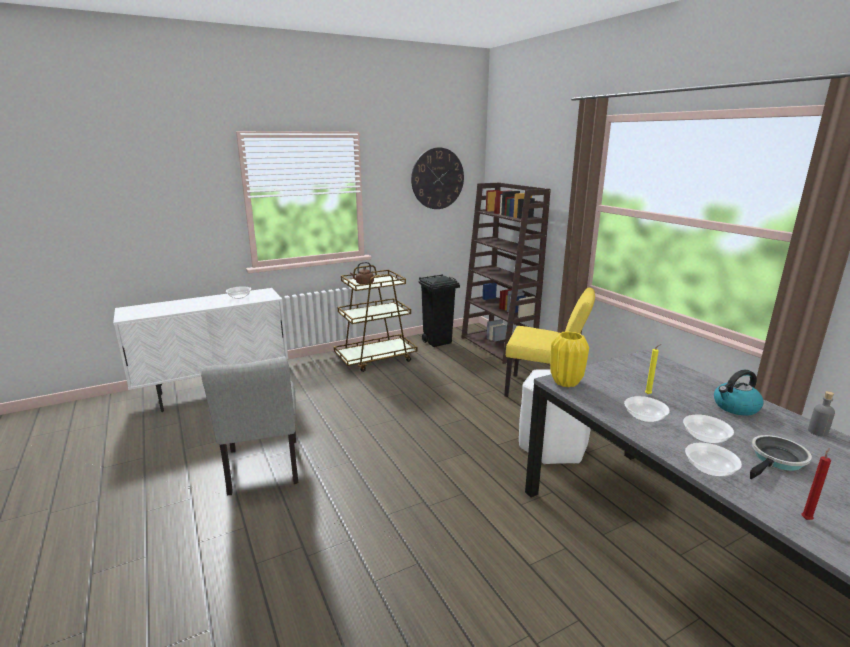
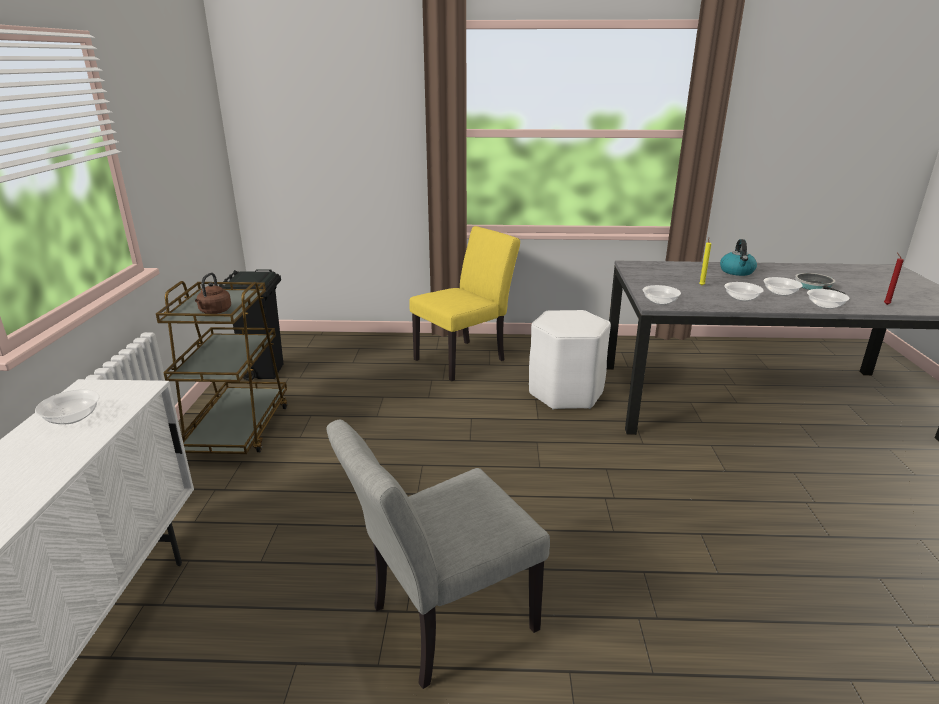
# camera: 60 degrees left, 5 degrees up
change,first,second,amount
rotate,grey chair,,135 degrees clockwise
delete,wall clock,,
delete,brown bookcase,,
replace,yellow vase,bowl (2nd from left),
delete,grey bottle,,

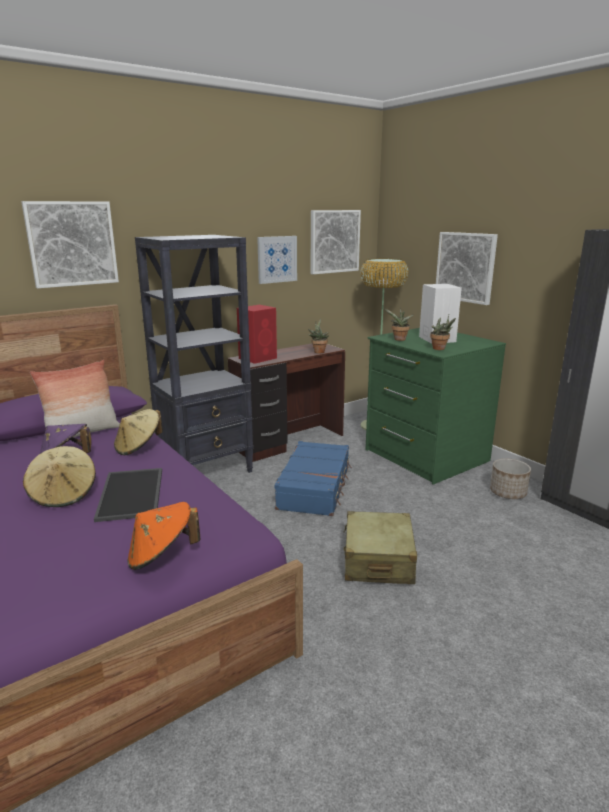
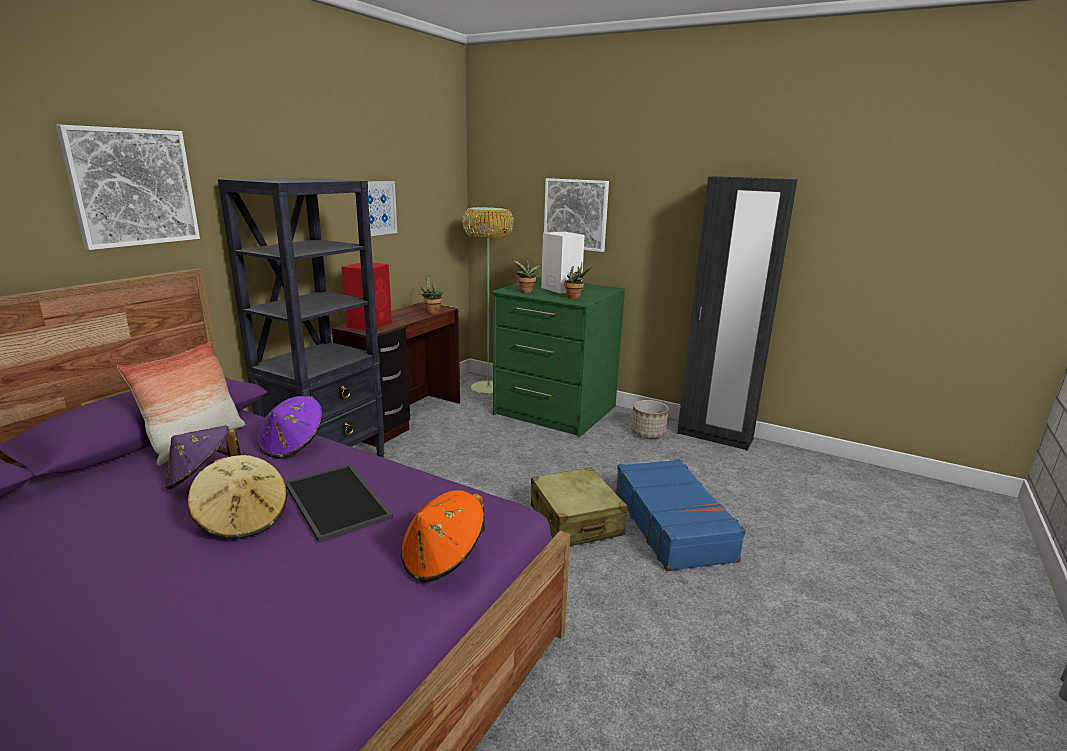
# camera: 25 degrees left, 0 degrees up
change,first,second,amount
recolor,beige hat (2nd from left),purple hat (2nd from left),
move,blue suitcase,,
delete,picture (3rd from left),,

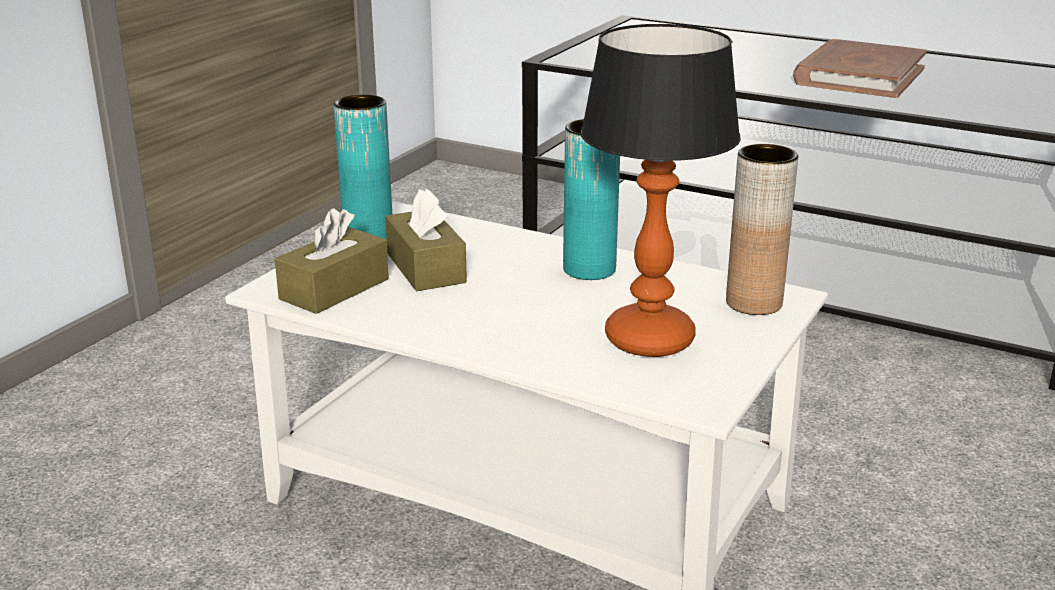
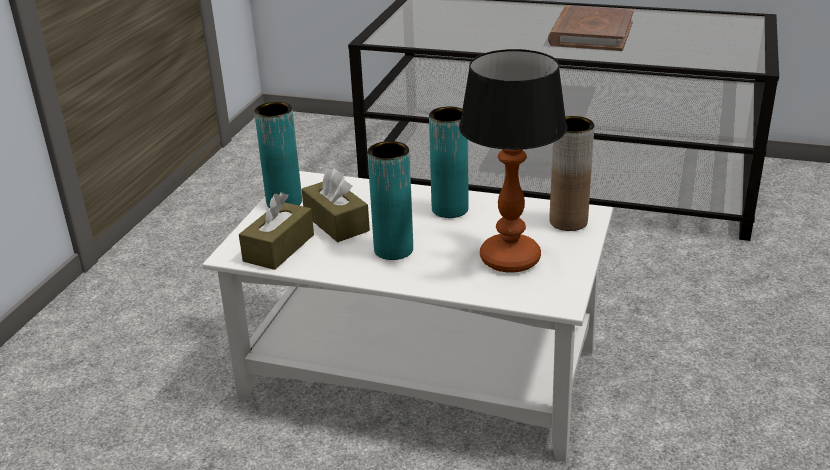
# camera: 10 degrees left, 5 degrees up
change,first,second,amount
insert,,turquoise vase (2nd from left),

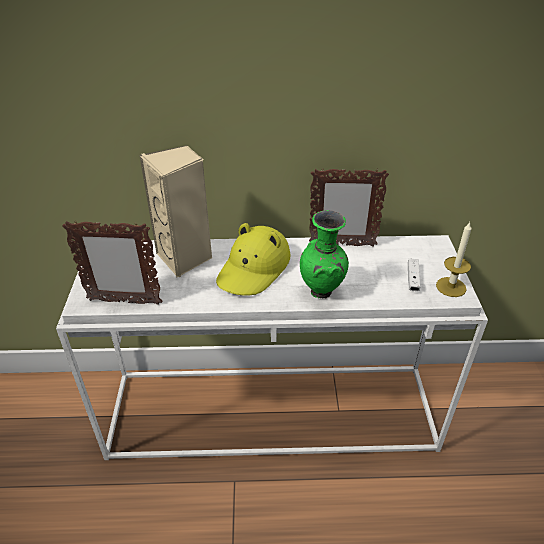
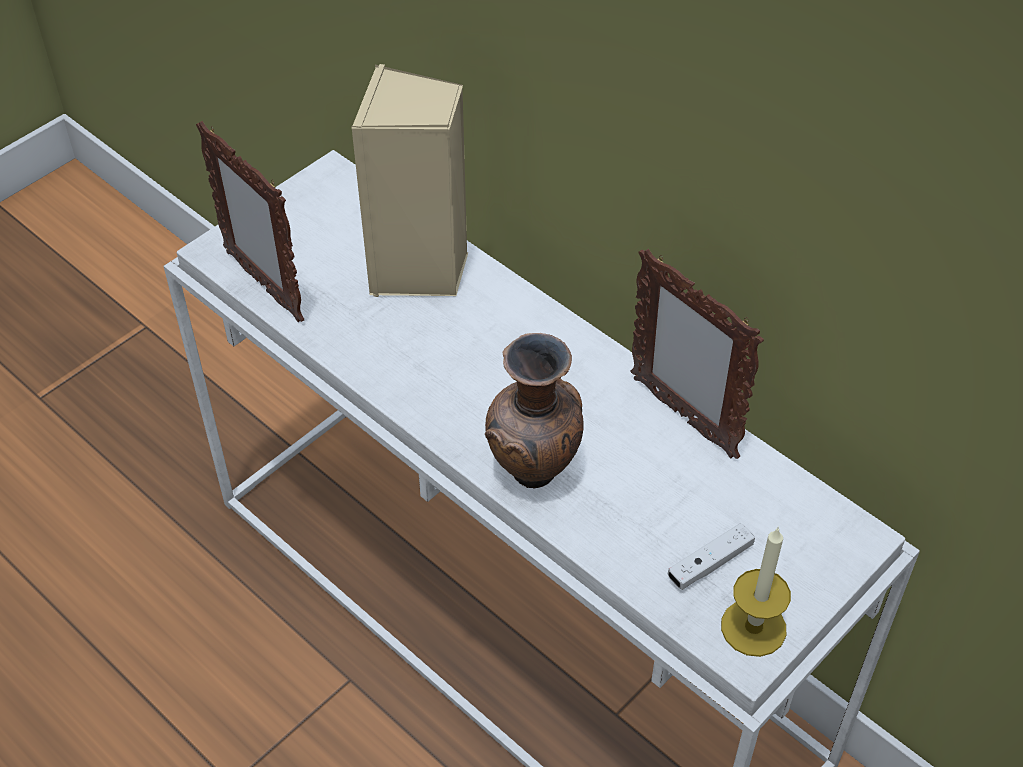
# camera: 45 degrees right, 10 degrees up
change,first,second,amount
delete,yellow hat,,
recolor,green vase,brown vase,

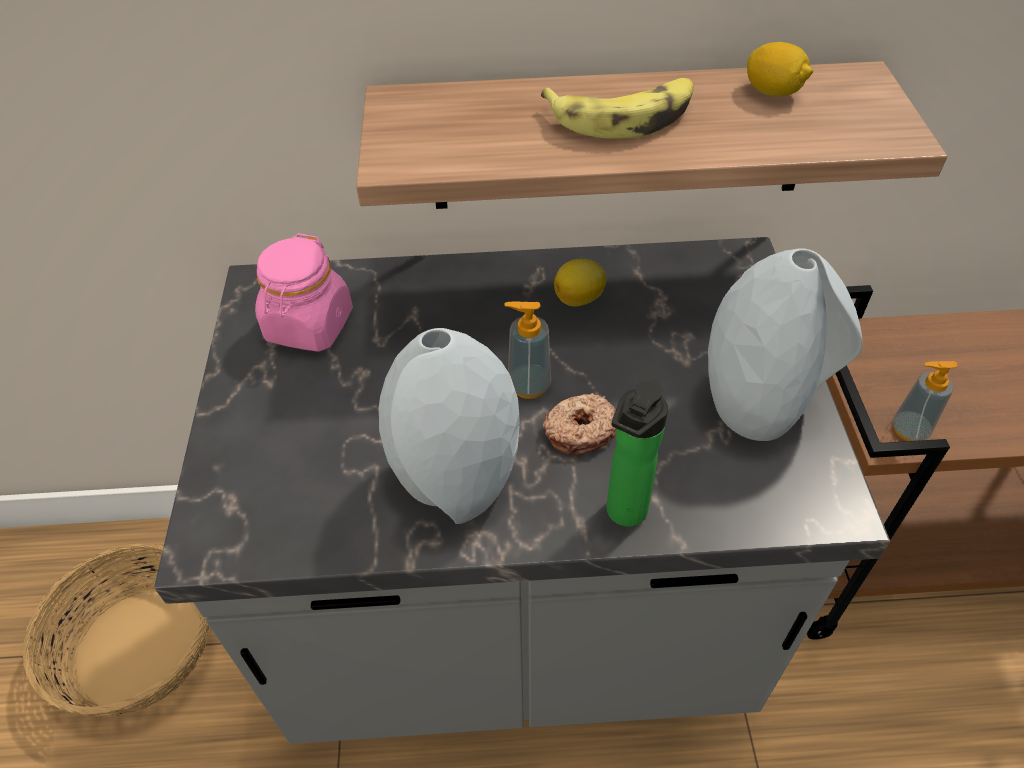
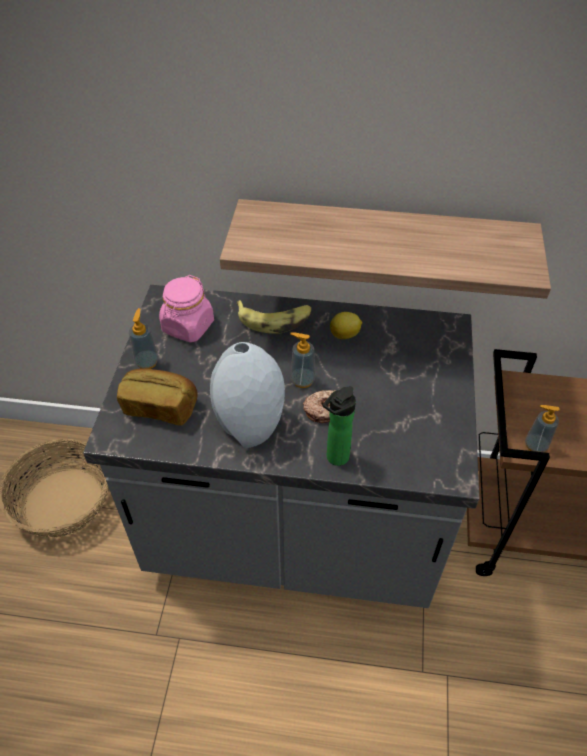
# camera: 10 degrees right, 0 degrees up
change,first,second,amount
move,banana,,
delete,grey vase (2nd from left),,
delete,lemon (2nd from left),,
insert,,bread,
insert,,soap dispenser (1st from left),

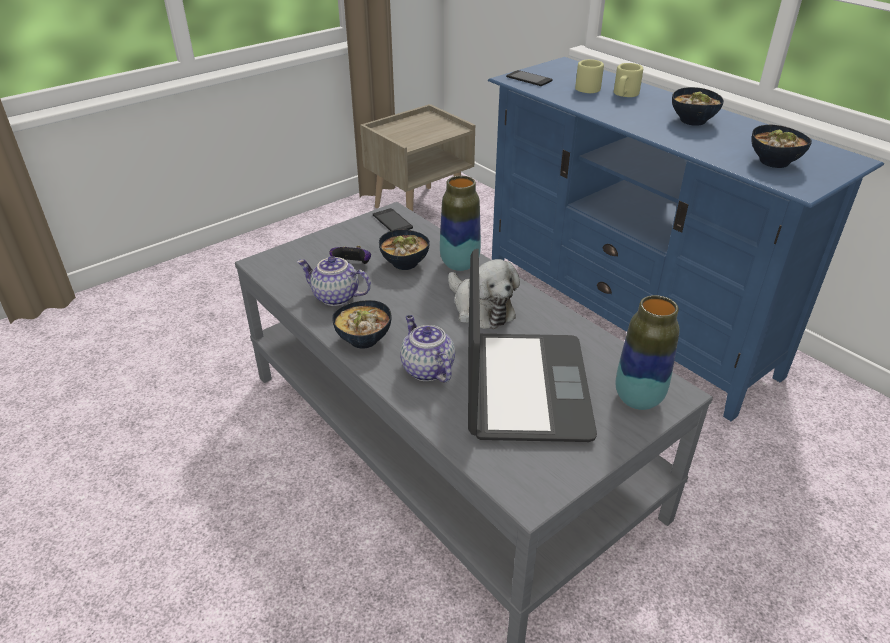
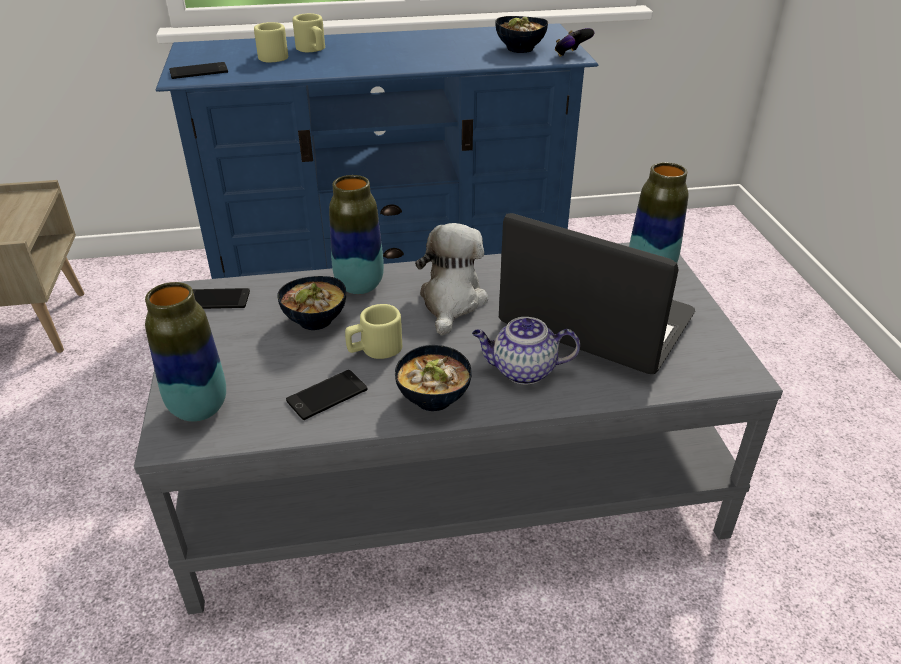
# camera: 60 degrees left, 0 degrees up
change,first,second,amount
replace,teapot (1st from left),phone (3rd from left),
move,game controller,,
rotate,plush toy,,75 degrees counterclockwise
delete,bowl (3rd from left),,
insert,,vase (1st from left),
insert,,beige mug (3rd from left),

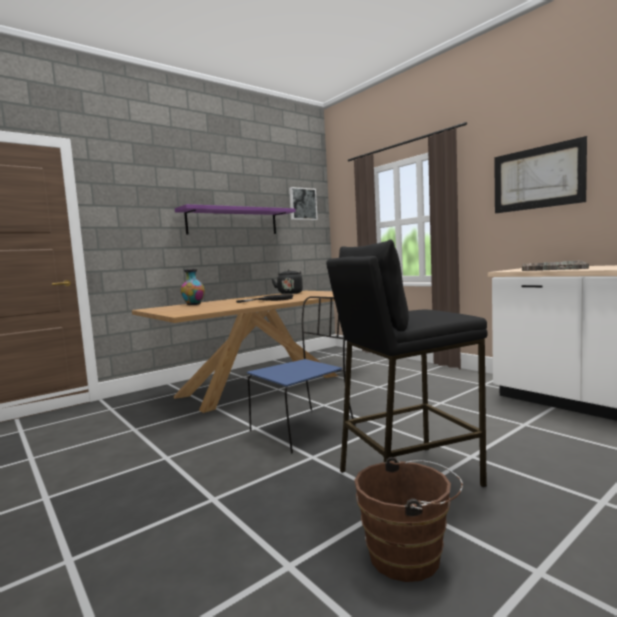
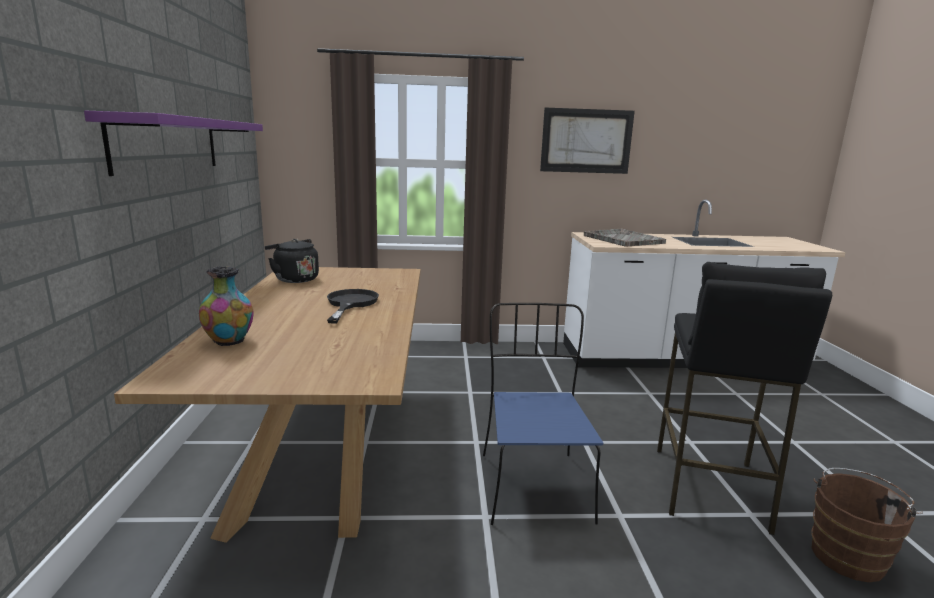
# camera: 55 degrees left, 10 degrees up
change,first,second,amount
delete,picture (1st from left),,

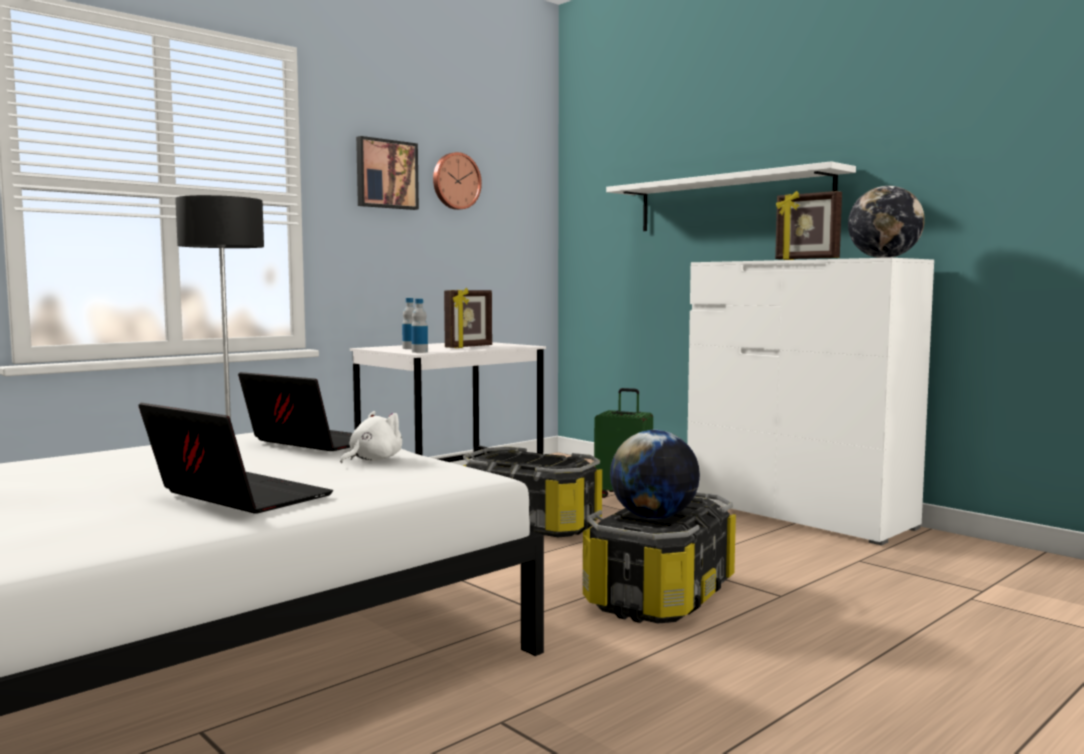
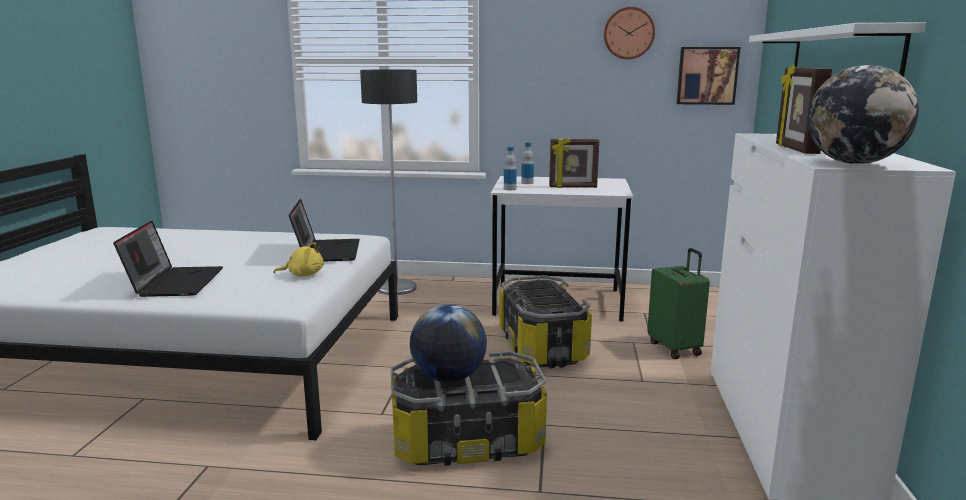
# camera: 50 degrees right, 10 degrees up
change,first,second,amount
recolor,white plush toy,yellow plush toy,
move,picture,,

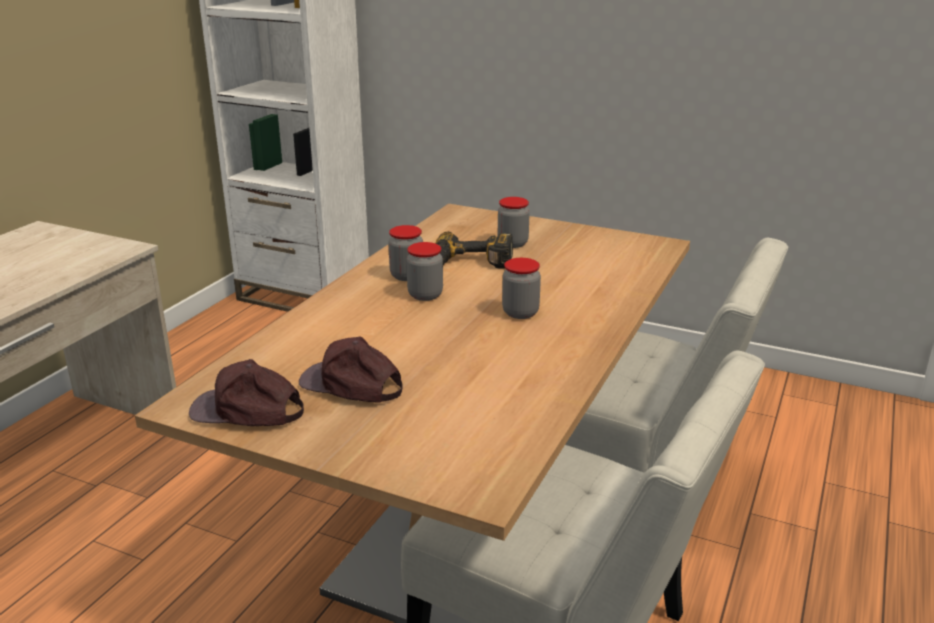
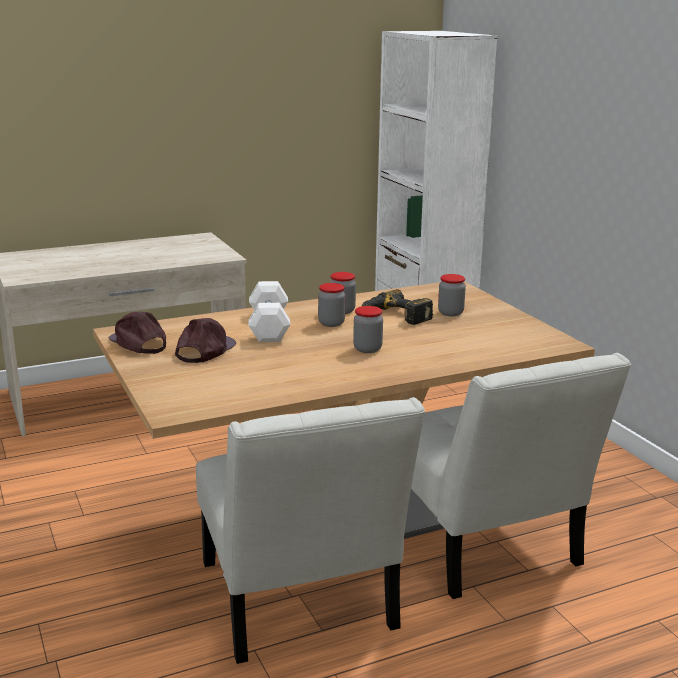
# camera: 40 degrees right, 5 degrees down
change,first,second,amount
rotate,brown cap (2nd from left),,45 degrees clockwise
insert,,white dumbbell,

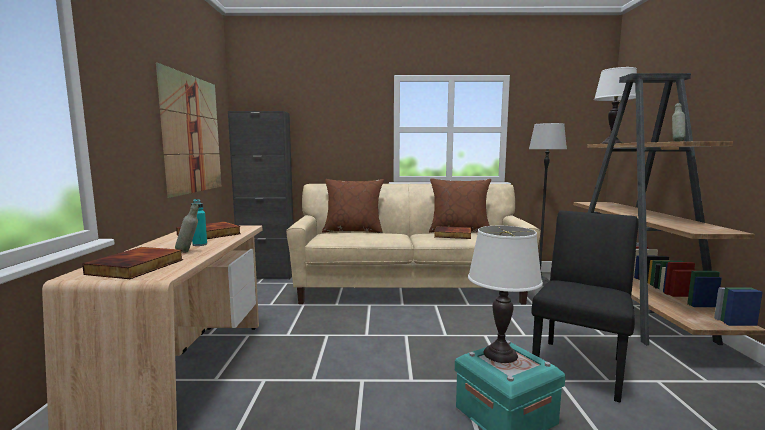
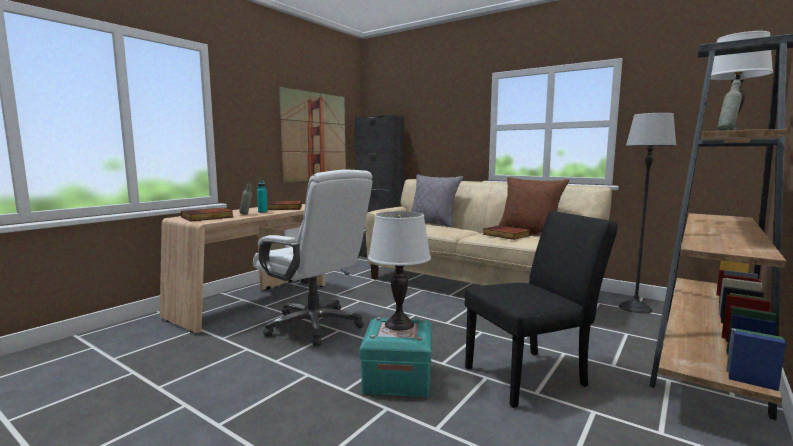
# camera: 35 degrees right, 0 degrees up
change,first,second,amount
recolor,brown pillow (1st from left),grey pillow,
insert,,white office chair,

